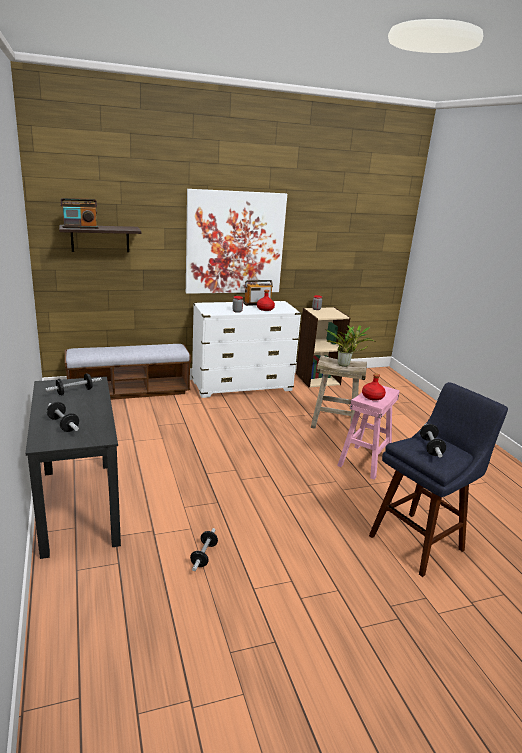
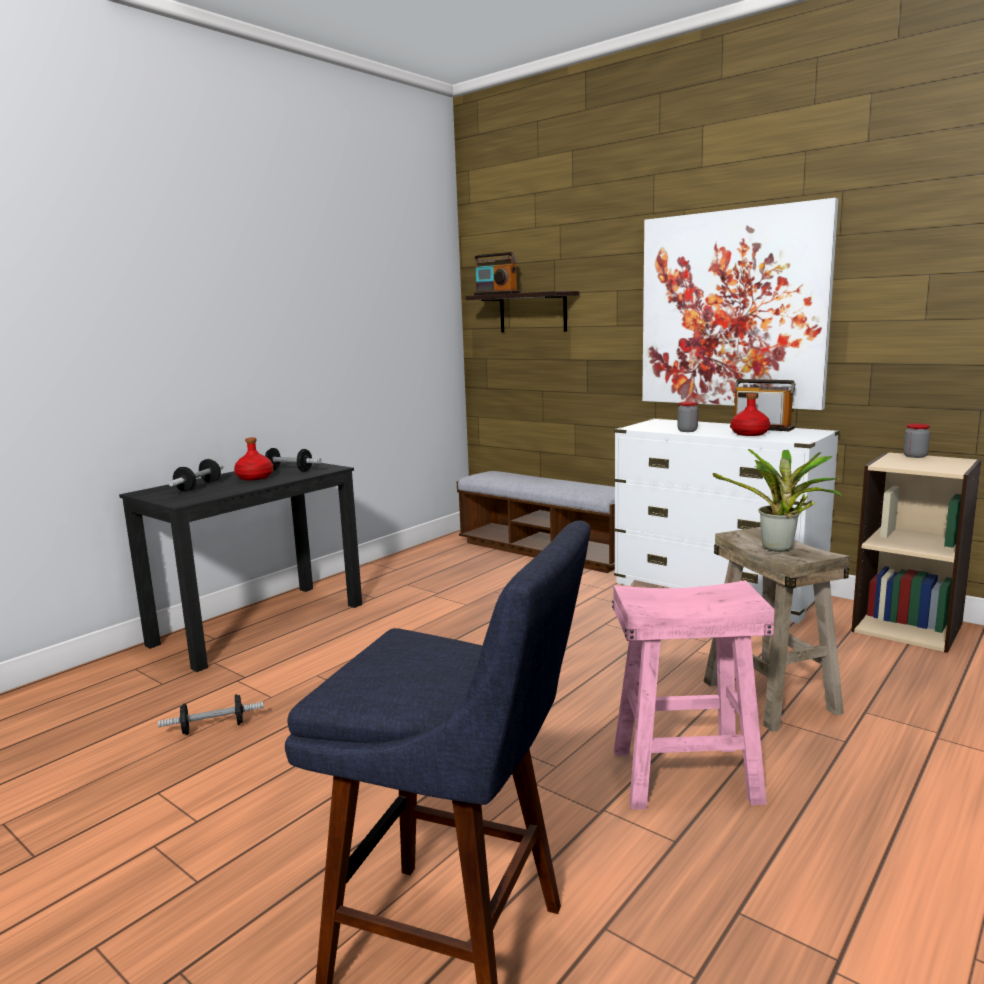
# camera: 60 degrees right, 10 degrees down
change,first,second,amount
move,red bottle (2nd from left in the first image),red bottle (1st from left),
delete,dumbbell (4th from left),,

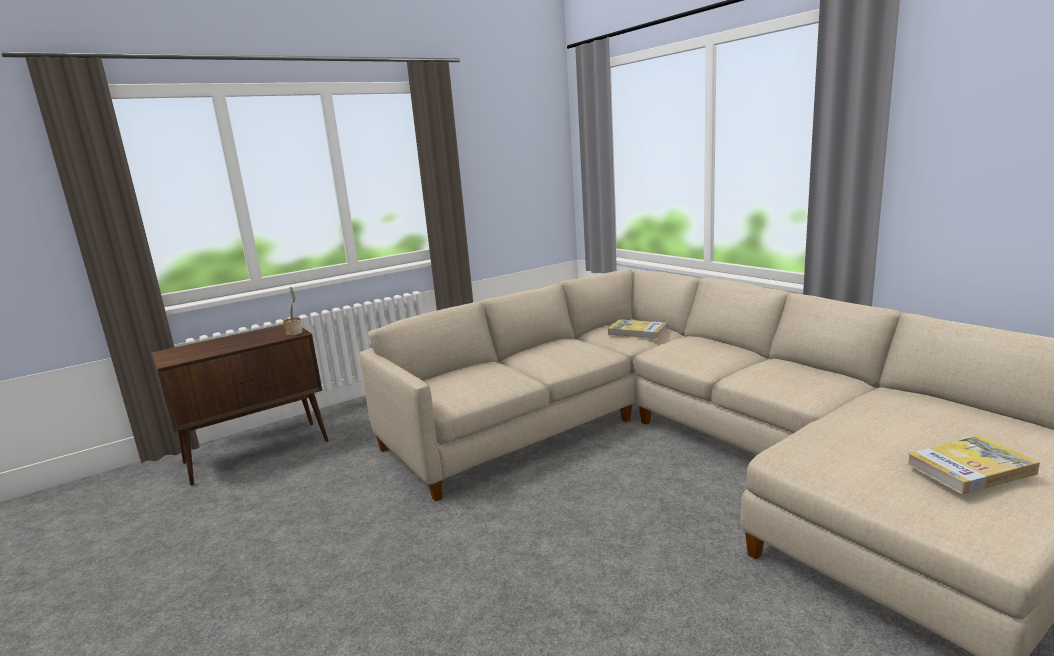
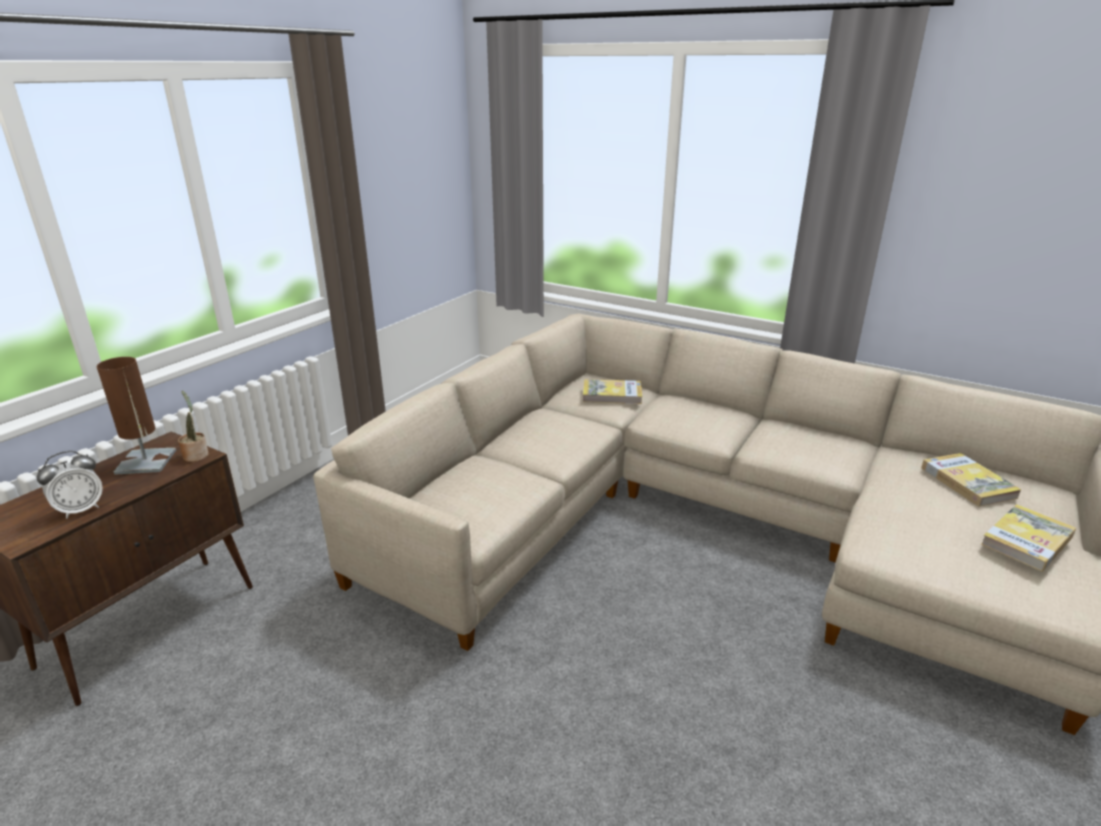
# camera: 25 degrees left, 10 degrees up
change,first,second,amount
insert,,alarm clock,
insert,,brown table lamp,
insert,,book (2nd from left),

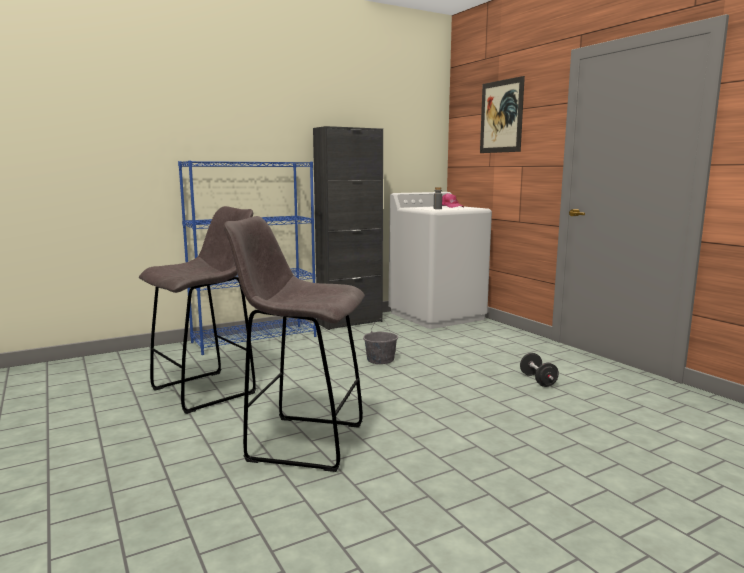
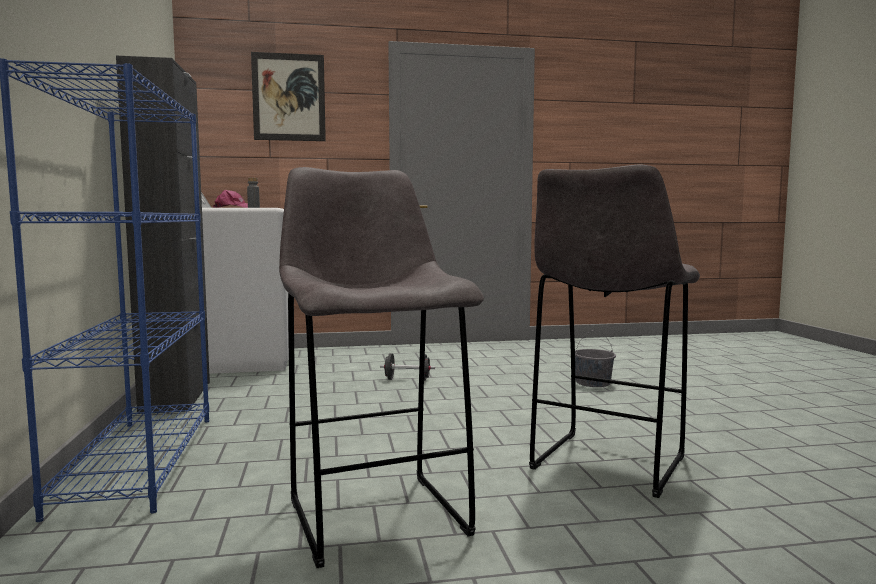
# camera: 70 degrees left, 5 degrees down
change,first,second,amount
move,grey bucket,,
move,black dumbbell,,

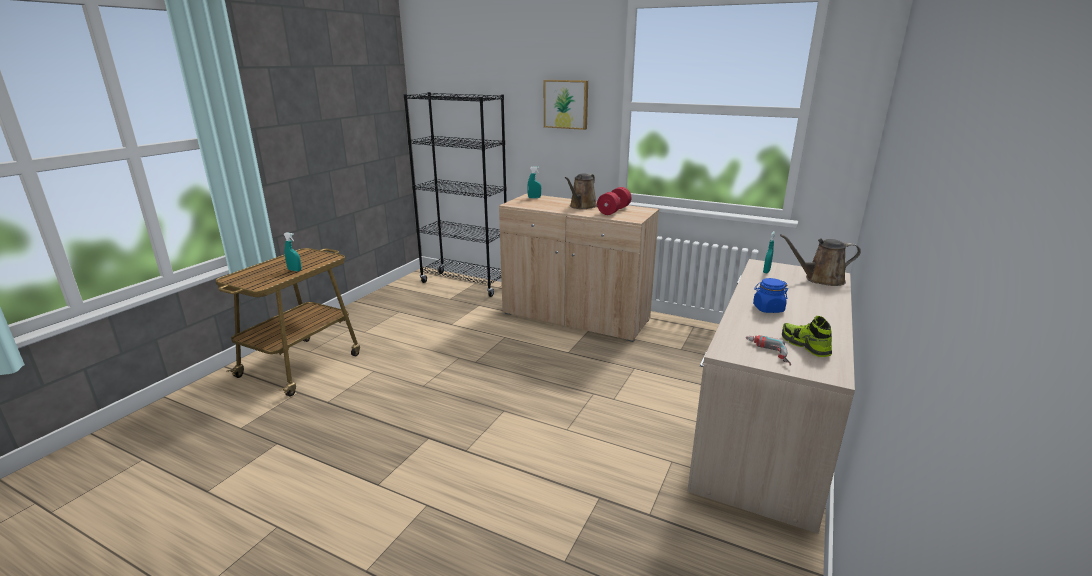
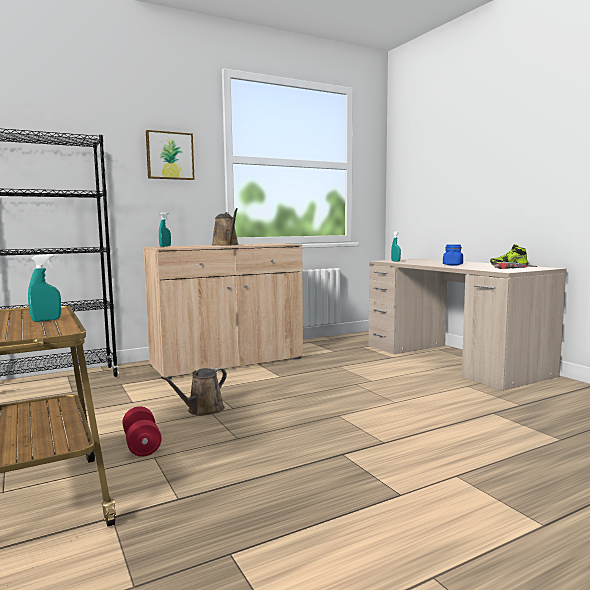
# camera: 55 degrees left, 15 degrees down
change,first,second,amount
move,red dumbbell,,
move,brown watering can (2nd from left in the first image),brown watering can (1st from left),

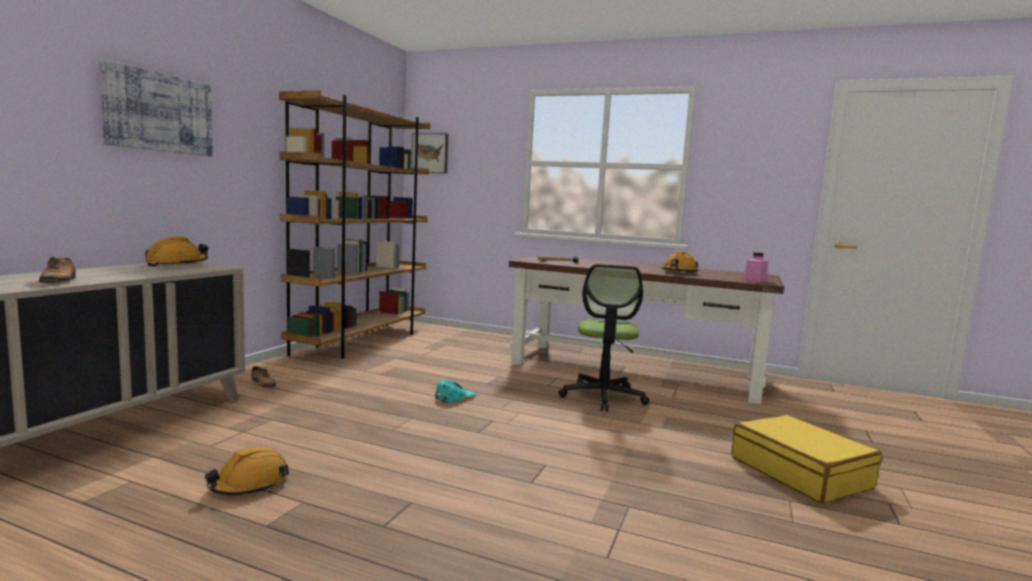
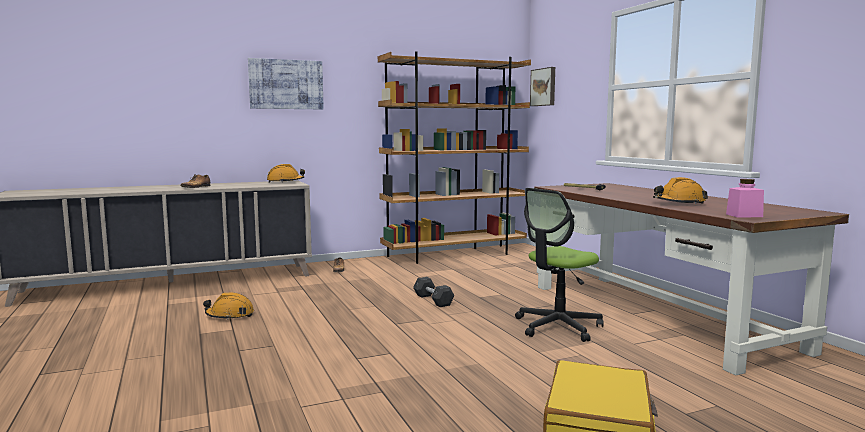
# camera: 45 degrees right, 0 degrees up
change,first,second,amount
replace,turquoise cap,grey dumbbell,

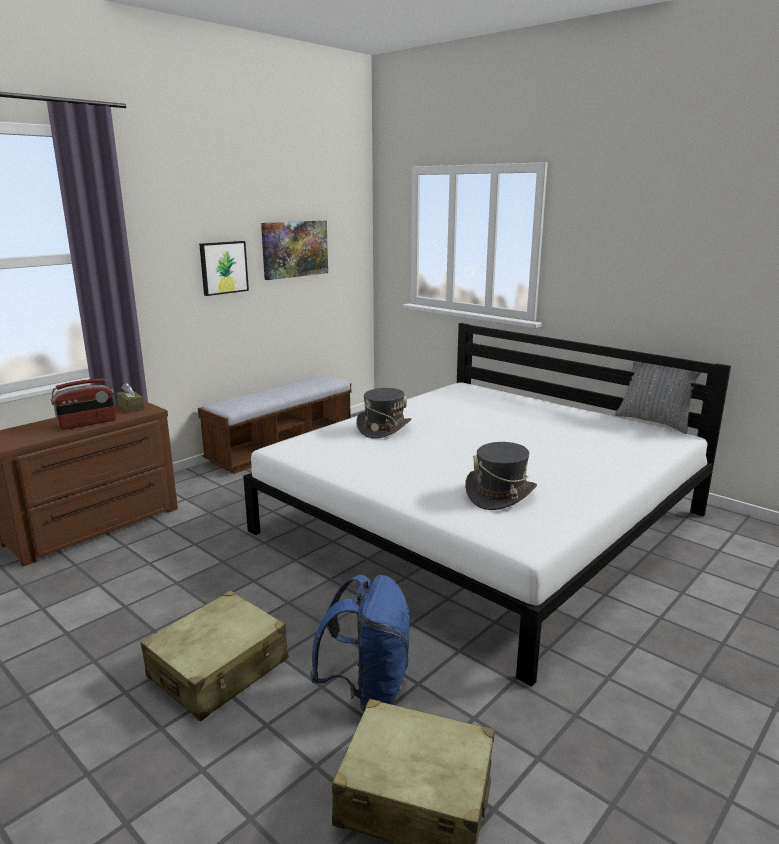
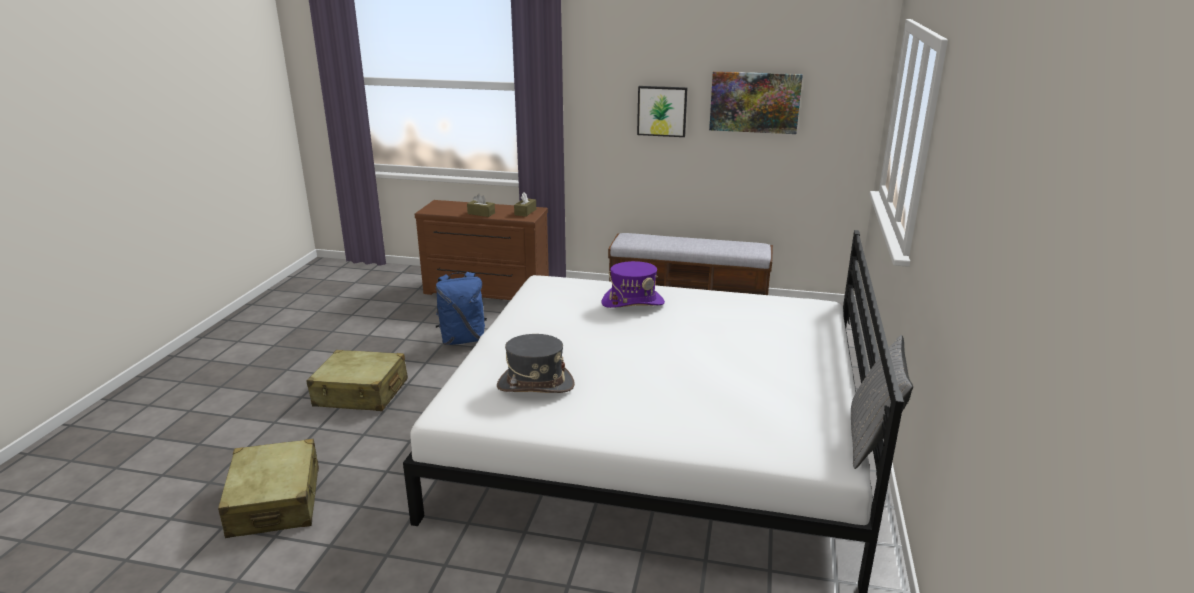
# camera: 60 degrees right, 5 degrees up
change,first,second,amount
replace,radio,brown tissue box (1st from left),
move,blue backpack,,
recolor,grey hat (1st from left),purple hat,

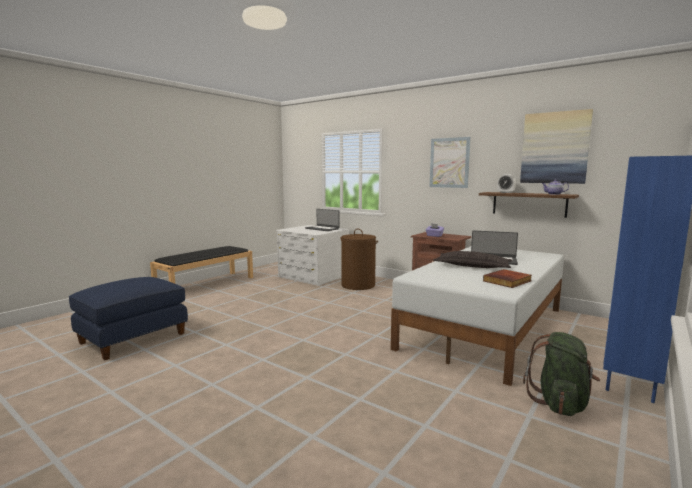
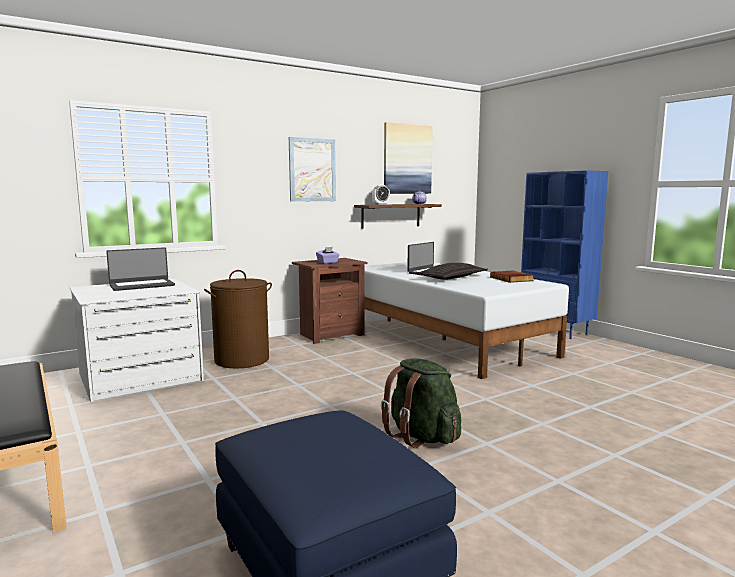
# camera: 70 degrees left, 0 degrees up
change,first,second,amount
move,green backpack,,

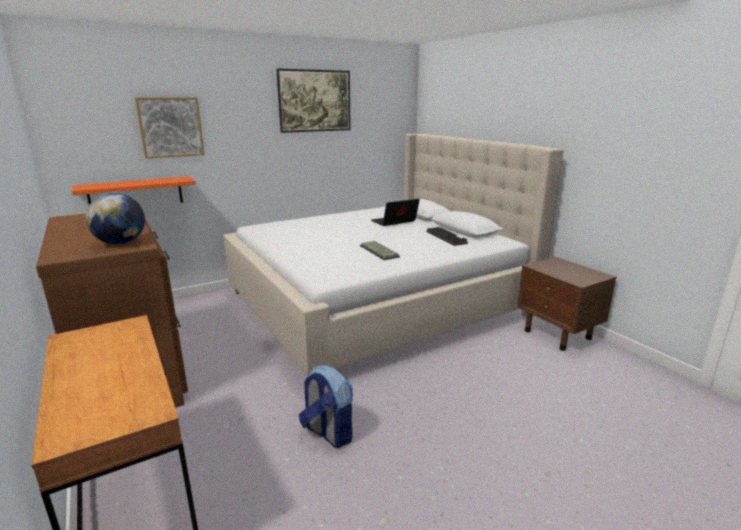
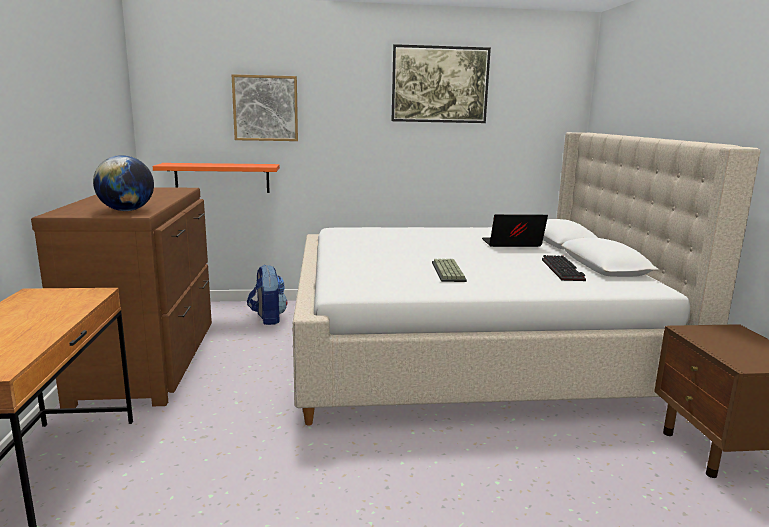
# camera: 25 degrees right, 5 degrees down
change,first,second,amount
move,backpack,,

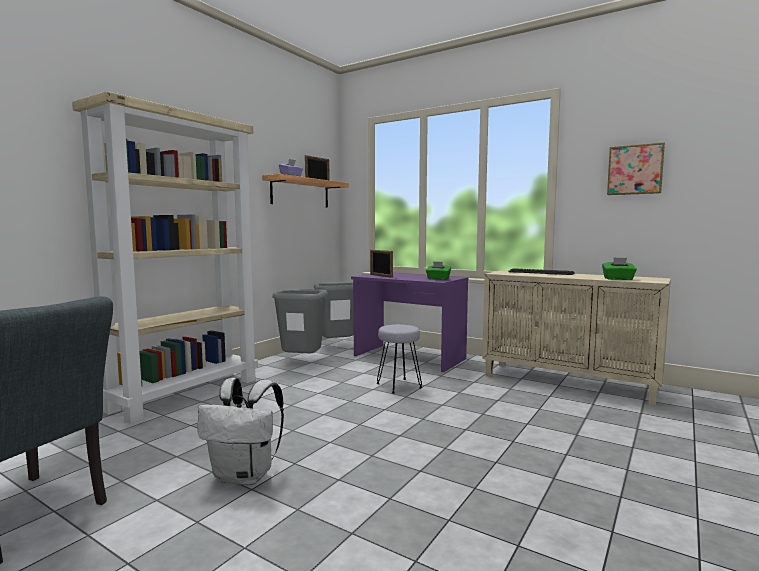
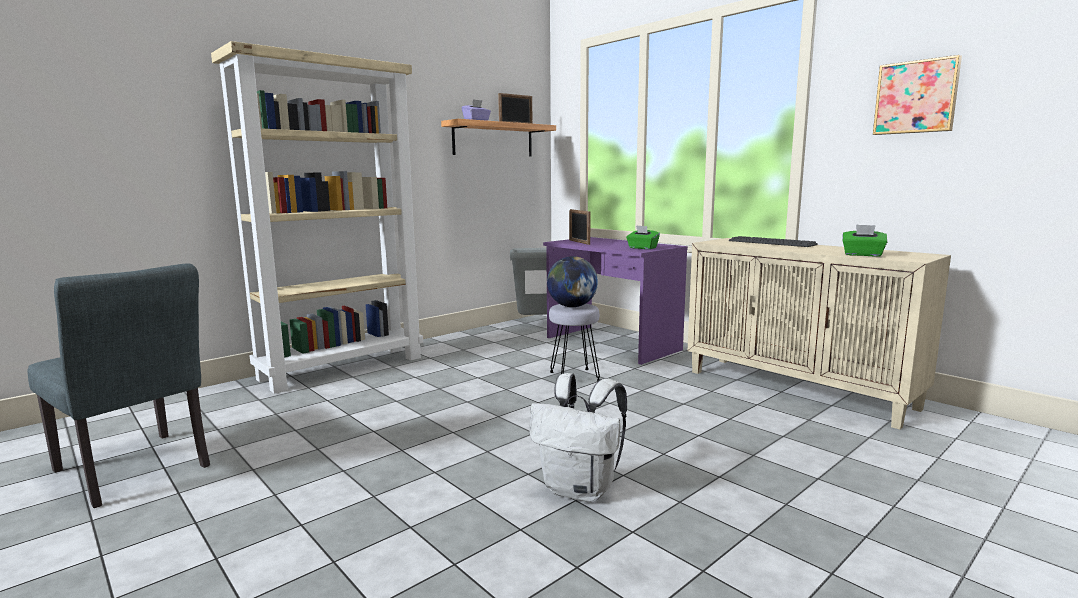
# camera: 15 degrees right, 5 degrees up
change,first,second,amount
move,white backpack,,
delete,grey trash can (1st from left),,
insert,,globe,

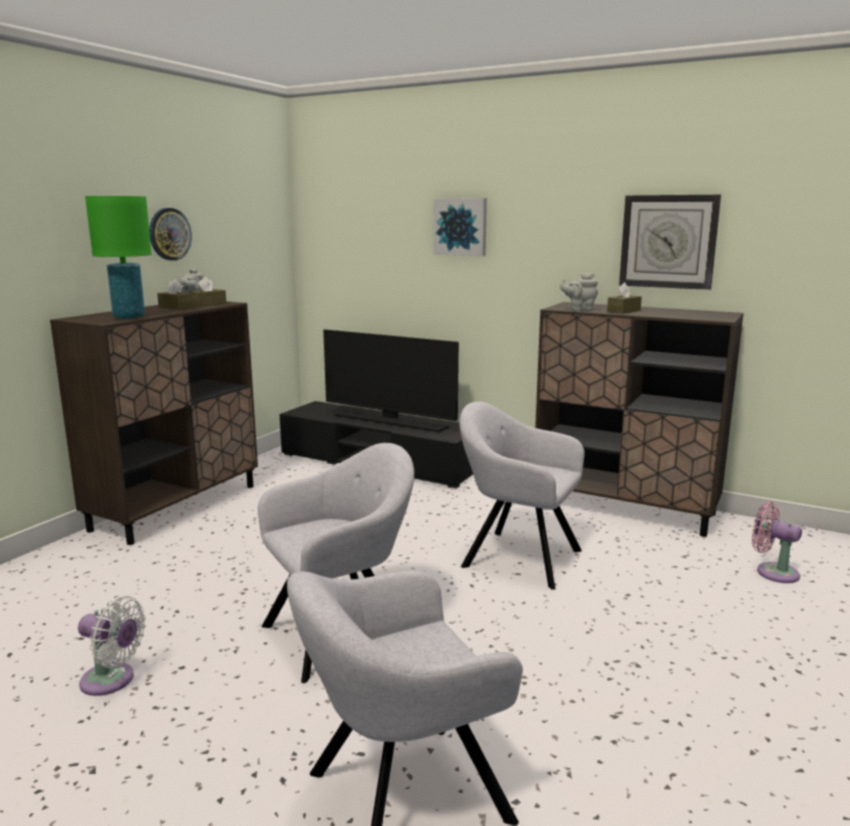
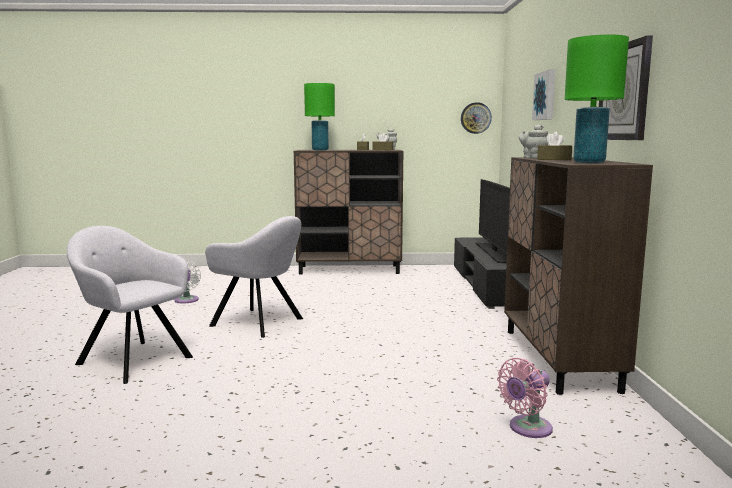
# camera: 60 degrees right, 5 degrees down
change,first,second,amount
move,wall clock (1st from left),,
delete,grey armchair (3rd from left),,
rotate,pink fan,,135 degrees counterclockwise
insert,,green table lamp (2nd from left),

